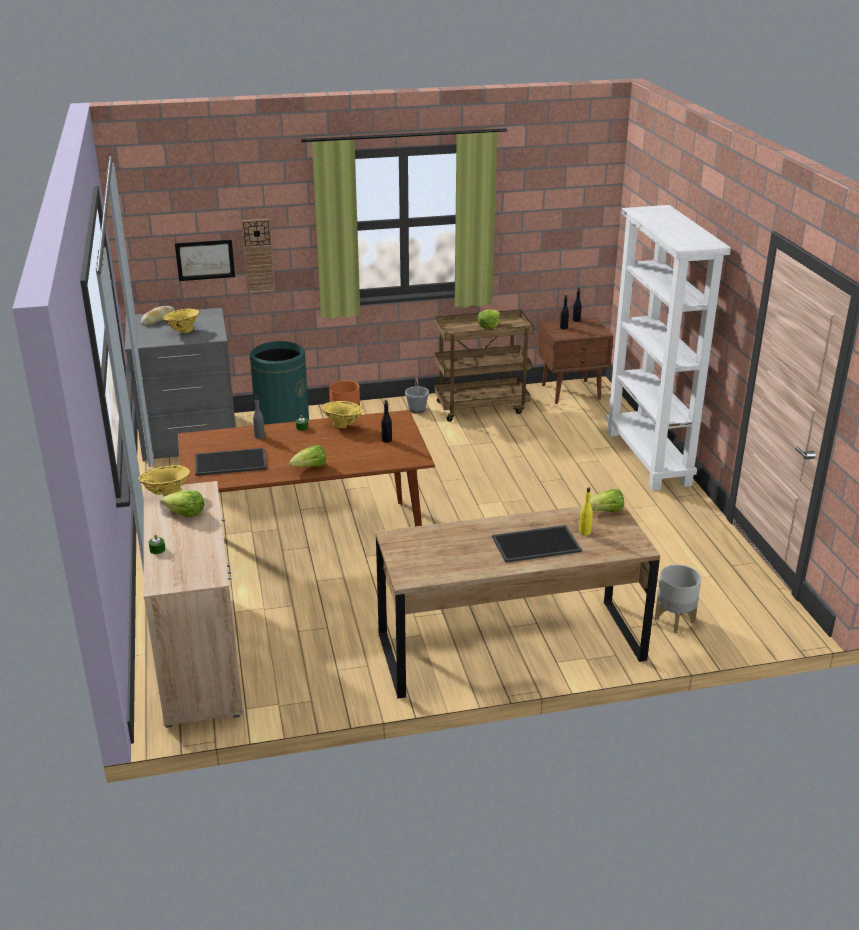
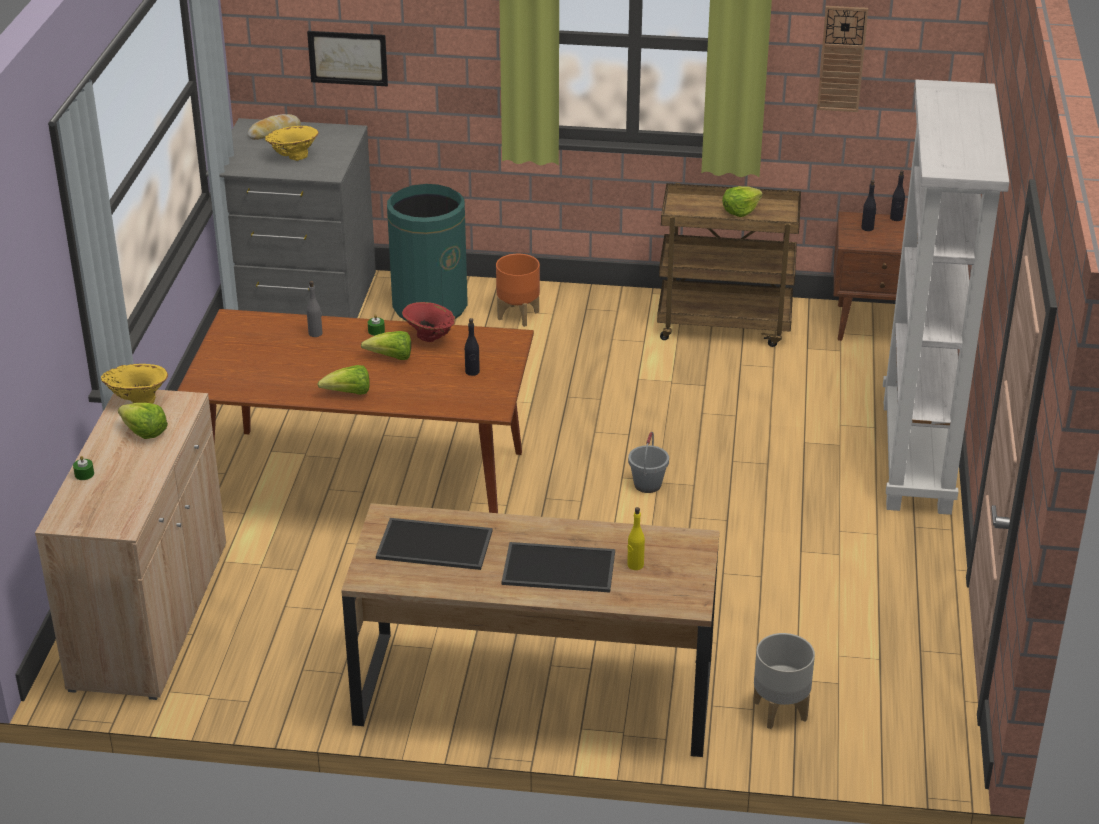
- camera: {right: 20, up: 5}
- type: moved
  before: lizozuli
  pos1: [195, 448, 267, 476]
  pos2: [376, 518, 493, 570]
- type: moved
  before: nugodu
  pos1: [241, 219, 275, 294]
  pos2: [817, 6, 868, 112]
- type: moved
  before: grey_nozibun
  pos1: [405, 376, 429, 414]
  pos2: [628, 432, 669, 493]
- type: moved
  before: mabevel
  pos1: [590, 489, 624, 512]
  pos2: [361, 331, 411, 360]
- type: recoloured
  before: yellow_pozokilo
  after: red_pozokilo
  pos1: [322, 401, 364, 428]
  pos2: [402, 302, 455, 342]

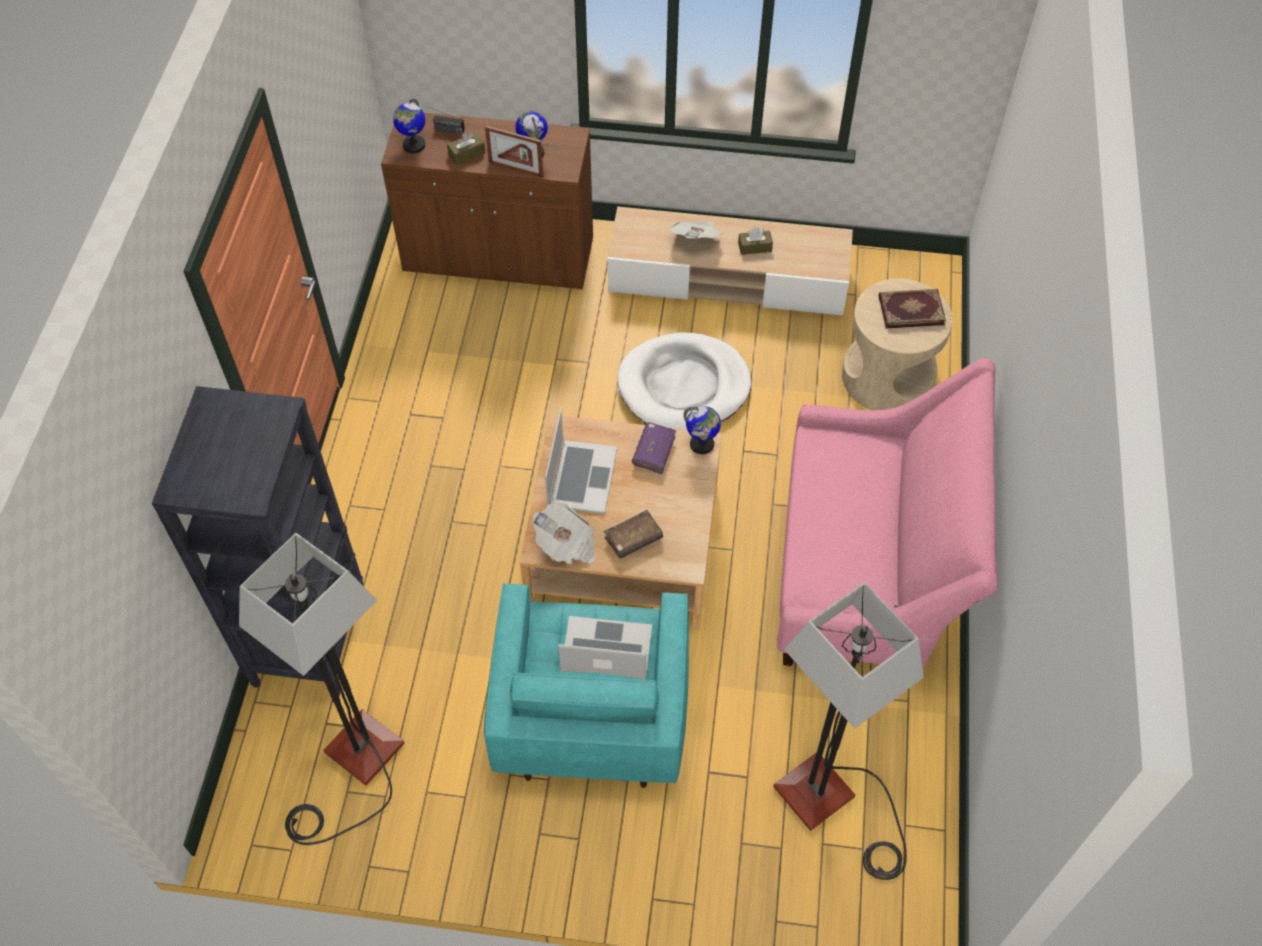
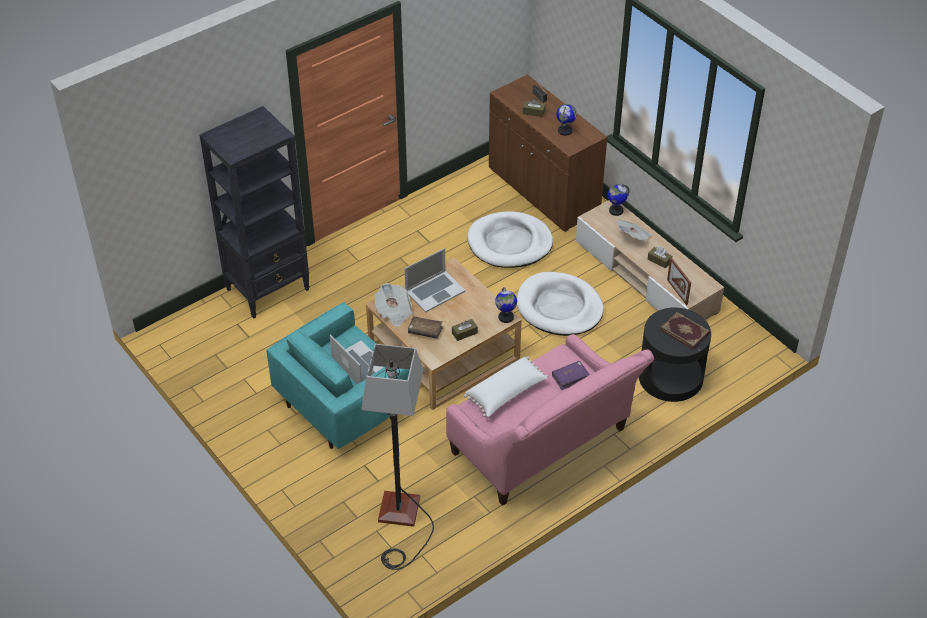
- camera: {right: 45, up: -10}
- type: removed
  before: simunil
  pos1: [239, 533, 405, 845]
- type: added
  after: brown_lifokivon
  pos2: [452, 319, 478, 341]
- type: added
  after: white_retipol
  pos2: [464, 356, 548, 417]
- type: added
  after: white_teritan
  pos2: [467, 211, 553, 268]
- type: moved
  before: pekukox
  pos1: [393, 99, 425, 153]
  pos2: [608, 184, 630, 216]
- type: moved
  before: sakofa
  pos1: [485, 126, 544, 178]
  pos2: [667, 257, 691, 305]
- type: moved
  before: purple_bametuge
  pos1: [632, 422, 676, 474]
  pos2: [552, 361, 590, 390]
- type: recoloured
  before: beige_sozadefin
  after: black_sozadefin
  pos1: [842, 278, 953, 410]
  pos2: [639, 307, 711, 402]

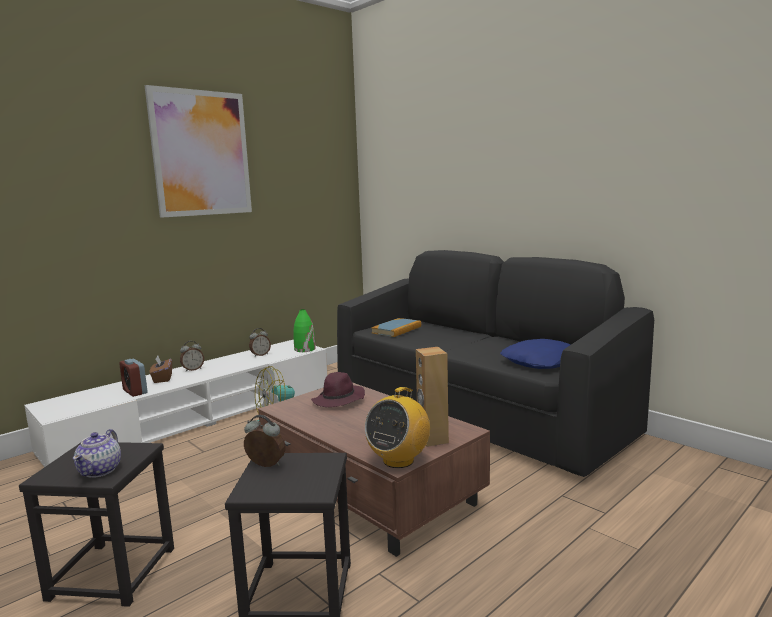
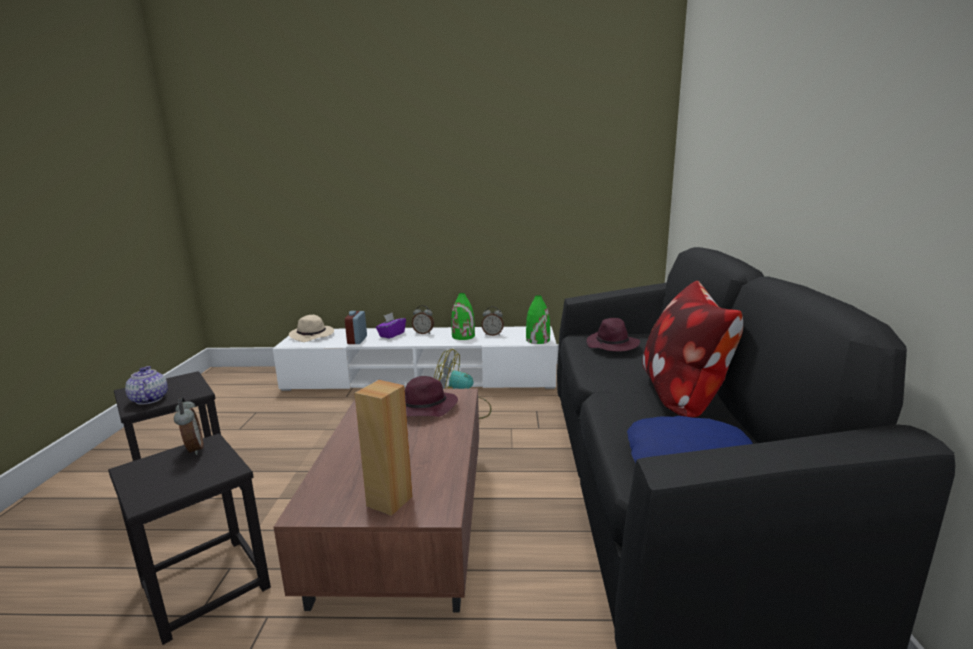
- camera: {right: 45, up: 5}
- type: removed
  before: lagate
  pos1: [145, 85, 252, 218]
- type: removed
  before: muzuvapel
  pos1: [365, 387, 430, 468]
- type: added
  after: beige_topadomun
  pos2: [289, 315, 334, 342]
- type: added
  after: green_pozokilo
  pos2: [451, 293, 475, 340]
- type: added
  after: retipol
  pos2: [642, 280, 743, 417]
- type: replaced
  before: bametuge
  after: purple_topadomun
  pos1: [371, 318, 421, 337]
  pos2: [586, 318, 640, 352]
- type: recoloured
  before: brown_lifokivon
  after: purple_lifokivon
  pos1: [150, 356, 172, 383]
  pos2: [376, 313, 406, 339]
- type: turned
  before: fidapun
  pos1: [73, 429, 121, 478]
  pos2: [125, 366, 168, 405]
  turn: 105

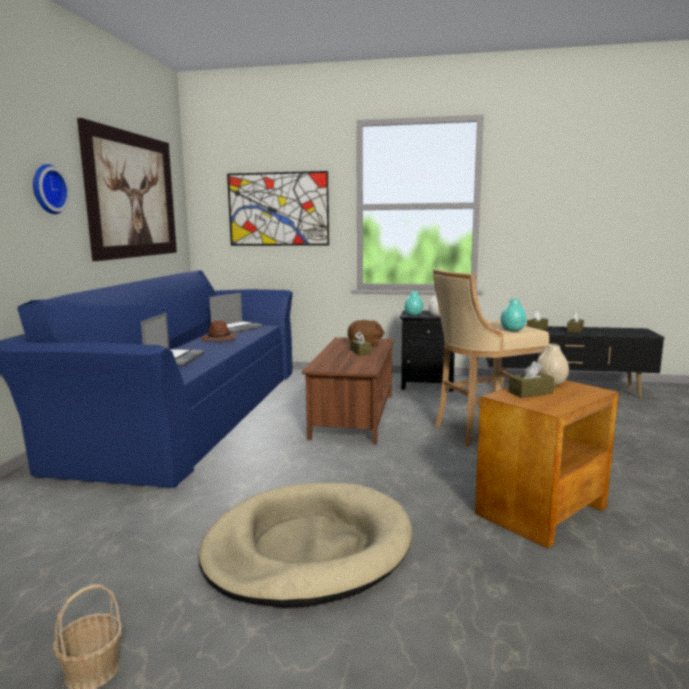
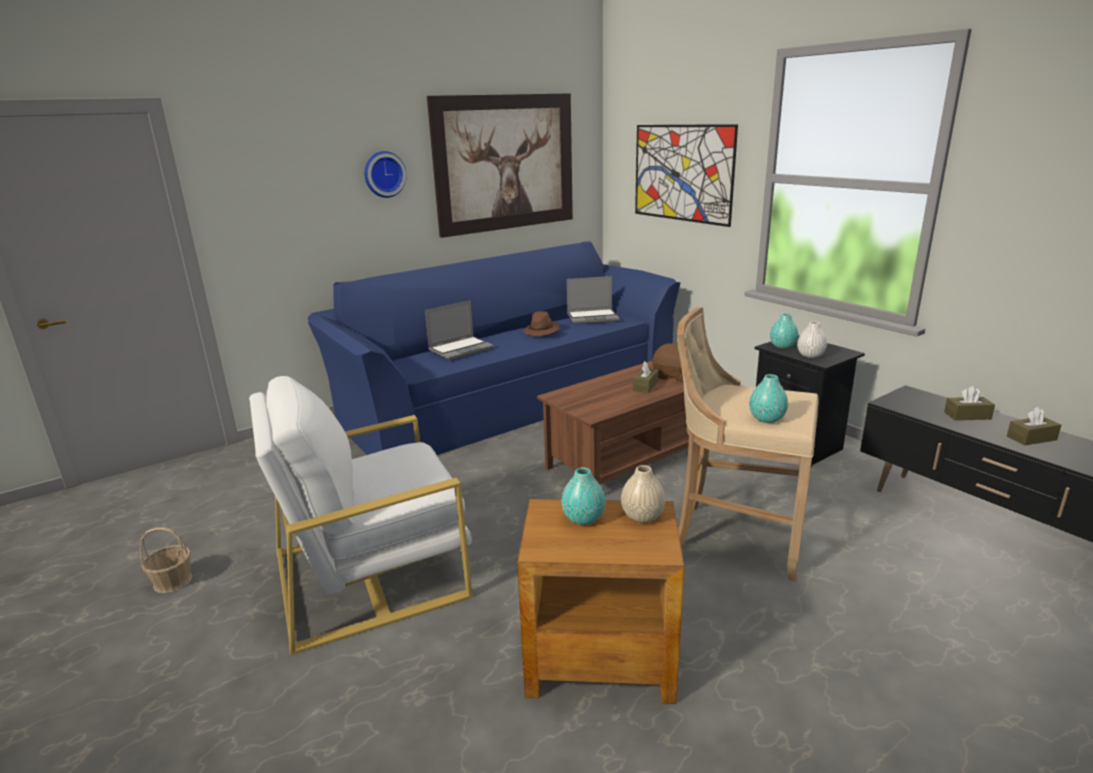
- camera: {right: 45, up: 10}
- type: replaced
  before: beige_teritan
  after: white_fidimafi
  pos1: [198, 482, 412, 608]
  pos2: [249, 376, 473, 655]
- type: replaced
  before: brown_lifokivon
  after: turquoise_pozokilo
  pos1: [509, 361, 554, 398]
  pos2: [561, 467, 605, 525]

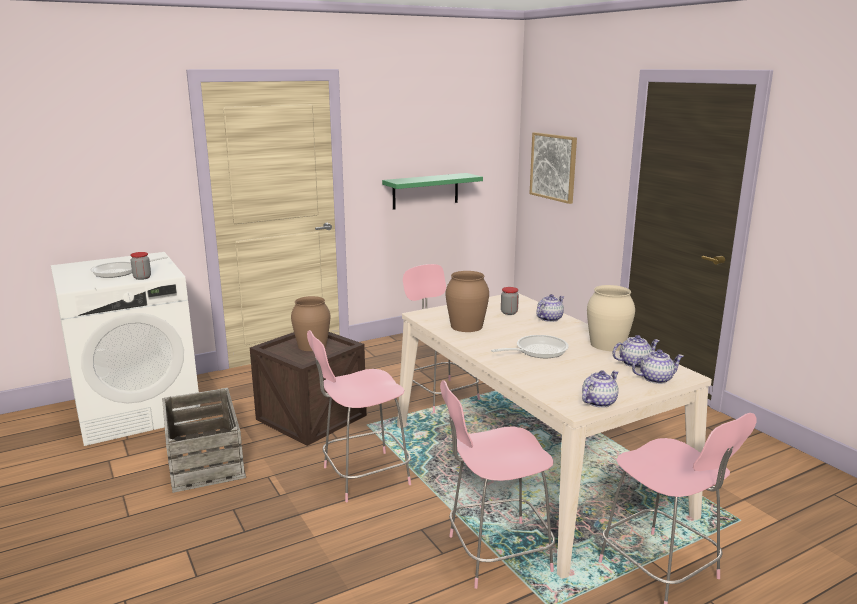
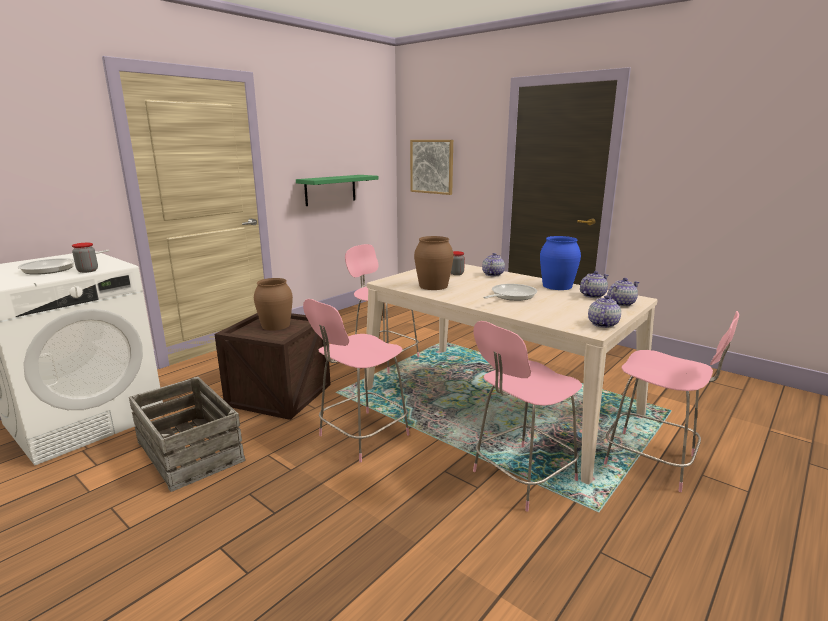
- camera: {right: -20, up: 0}
- type: recoloured
  before: beige_pozokilo
  after: blue_pozokilo
  pos1: [587, 285, 635, 351]
  pos2: [540, 236, 581, 290]

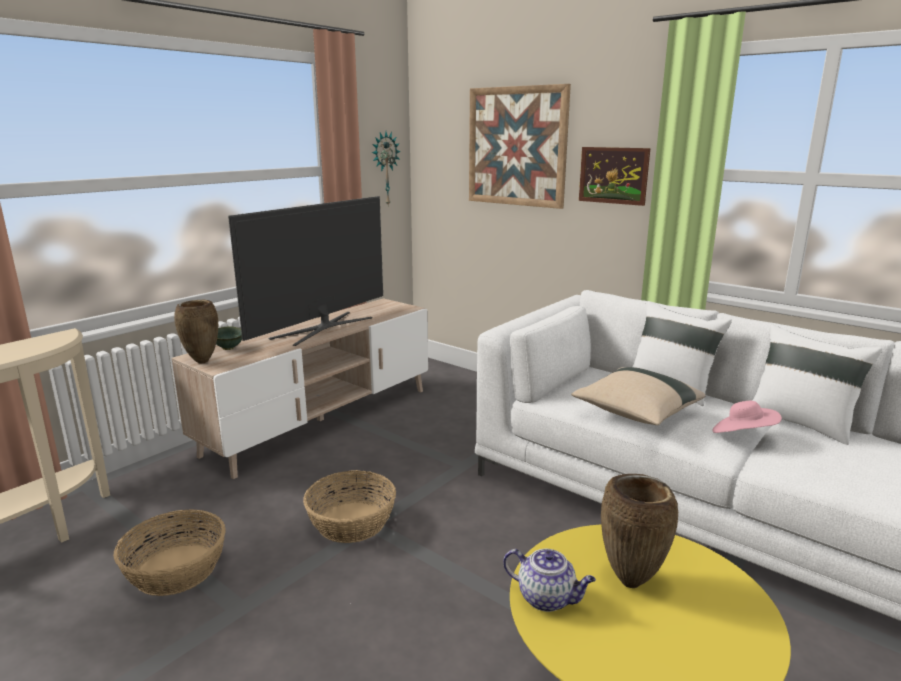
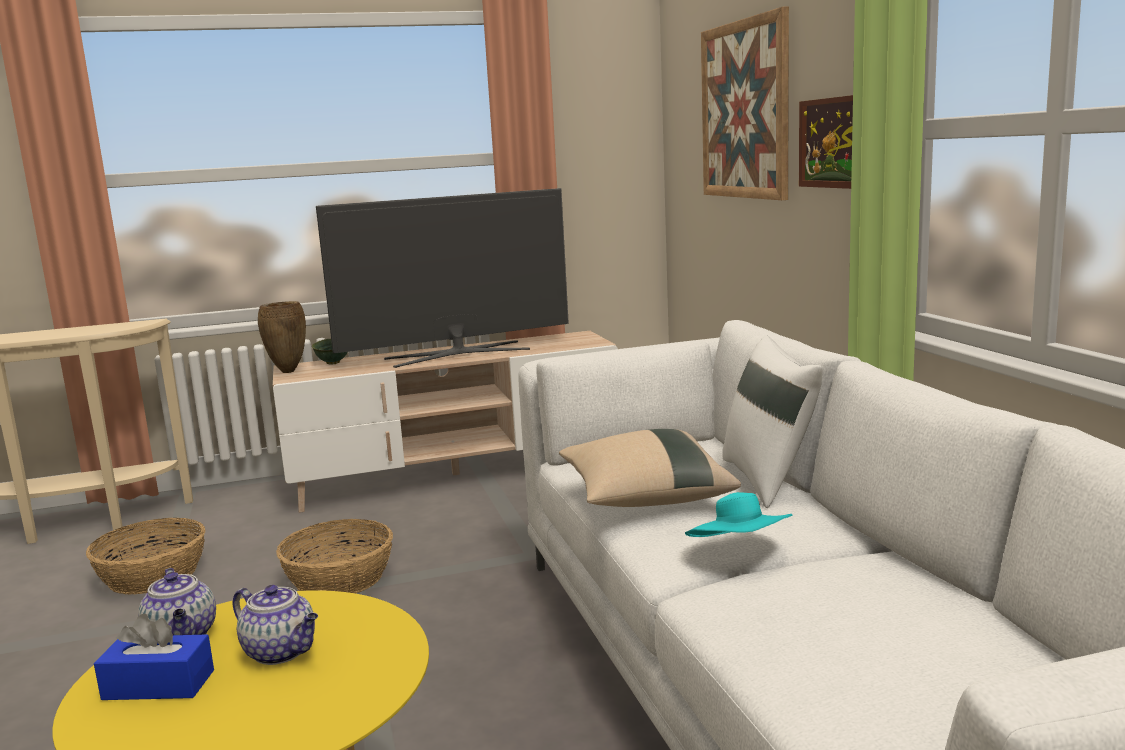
- camera: {right: 35, up: -5}
- type: removed
  before: nugodu
  pos1: [372, 132, 401, 205]
- type: removed
  before: white_retipol
  pos1: [752, 324, 882, 445]
- type: added
  after: blue_lifokivon
  pos2: [94, 614, 214, 700]
- type: replaced
  before: brown_pozokilo
  after: fidapun
  pos1: [601, 474, 678, 588]
  pos2: [232, 585, 318, 665]
- type: recoloured
  before: pink_topadomun
  after: turquoise_topadomun
  pos1: [713, 401, 782, 433]
  pos2: [685, 492, 792, 537]

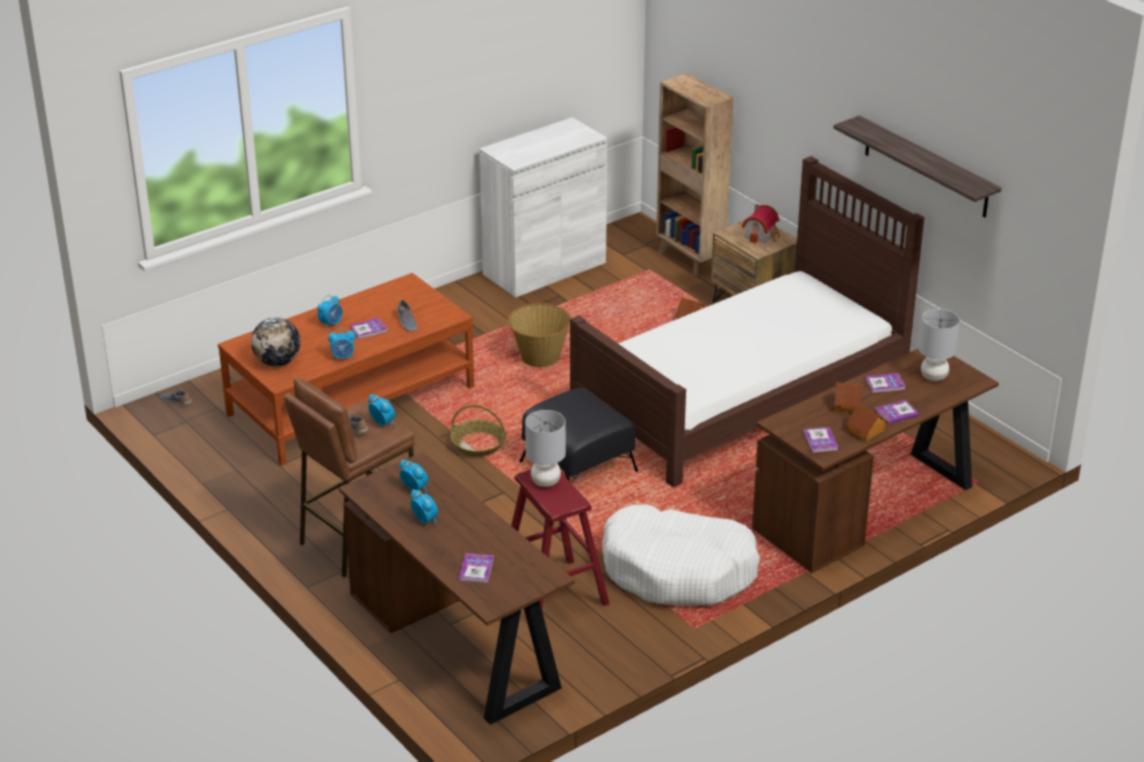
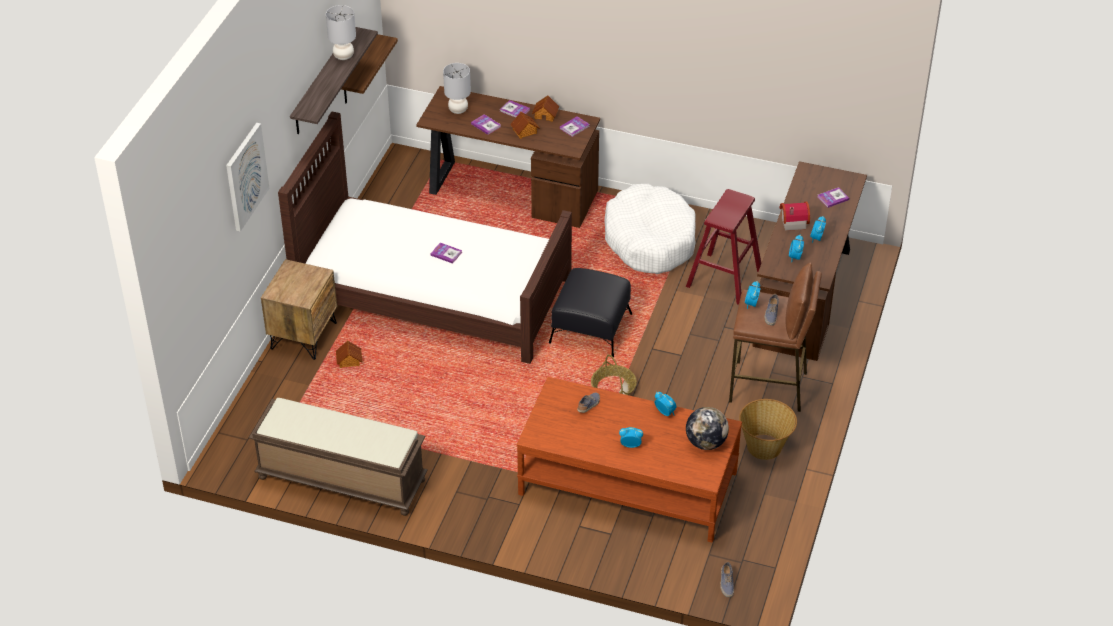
- camera: {right: -125, up: 10}
- type: removed
  before: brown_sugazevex
  pos1: [656, 73, 734, 277]
- type: added
  after: lagate
  pos2: [226, 123, 269, 231]
- type: added
  after: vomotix
  pos2: [341, 34, 398, 103]
- type: moved
  before: bametuge
  pos1: [350, 318, 388, 339]
  pos2: [431, 242, 462, 264]
- type: moved
  before: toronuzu
  pos1: [507, 303, 571, 367]
  pos2: [739, 399, 797, 460]
- type: moved
  before: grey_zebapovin
  pos1: [525, 410, 566, 487]
  pos2: [326, 5, 356, 60]
- type: moved
  before: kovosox
  pos1: [742, 204, 780, 243]
  pos2: [779, 201, 810, 231]
- type: replaced
  before: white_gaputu
  after: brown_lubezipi
  pos1: [479, 117, 607, 298]
  pos2: [249, 398, 428, 516]

